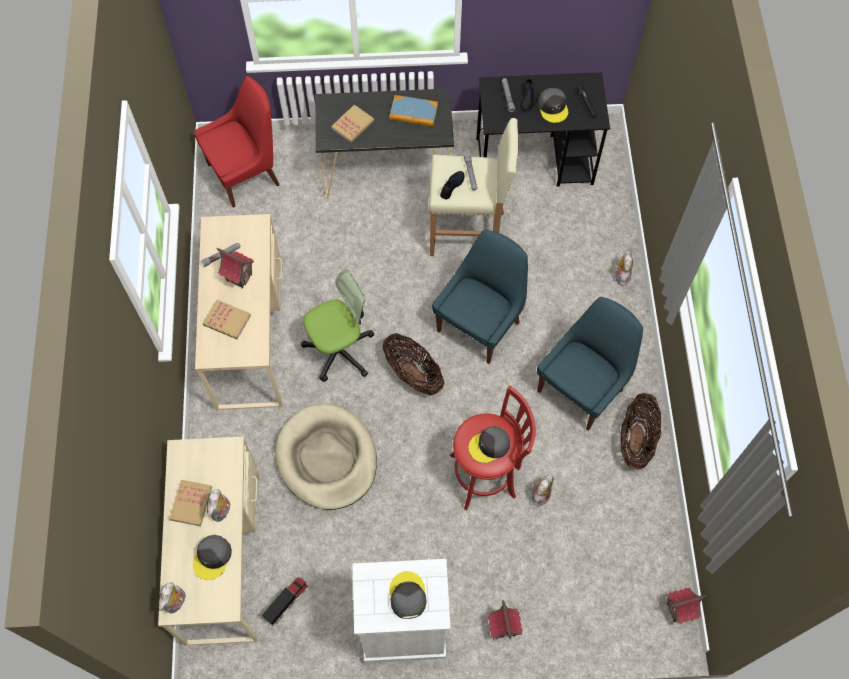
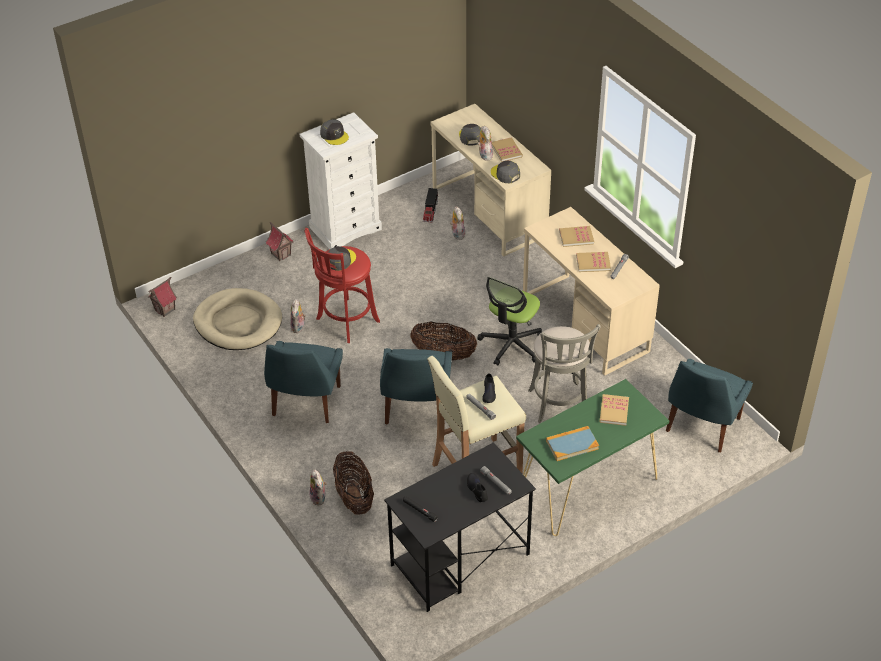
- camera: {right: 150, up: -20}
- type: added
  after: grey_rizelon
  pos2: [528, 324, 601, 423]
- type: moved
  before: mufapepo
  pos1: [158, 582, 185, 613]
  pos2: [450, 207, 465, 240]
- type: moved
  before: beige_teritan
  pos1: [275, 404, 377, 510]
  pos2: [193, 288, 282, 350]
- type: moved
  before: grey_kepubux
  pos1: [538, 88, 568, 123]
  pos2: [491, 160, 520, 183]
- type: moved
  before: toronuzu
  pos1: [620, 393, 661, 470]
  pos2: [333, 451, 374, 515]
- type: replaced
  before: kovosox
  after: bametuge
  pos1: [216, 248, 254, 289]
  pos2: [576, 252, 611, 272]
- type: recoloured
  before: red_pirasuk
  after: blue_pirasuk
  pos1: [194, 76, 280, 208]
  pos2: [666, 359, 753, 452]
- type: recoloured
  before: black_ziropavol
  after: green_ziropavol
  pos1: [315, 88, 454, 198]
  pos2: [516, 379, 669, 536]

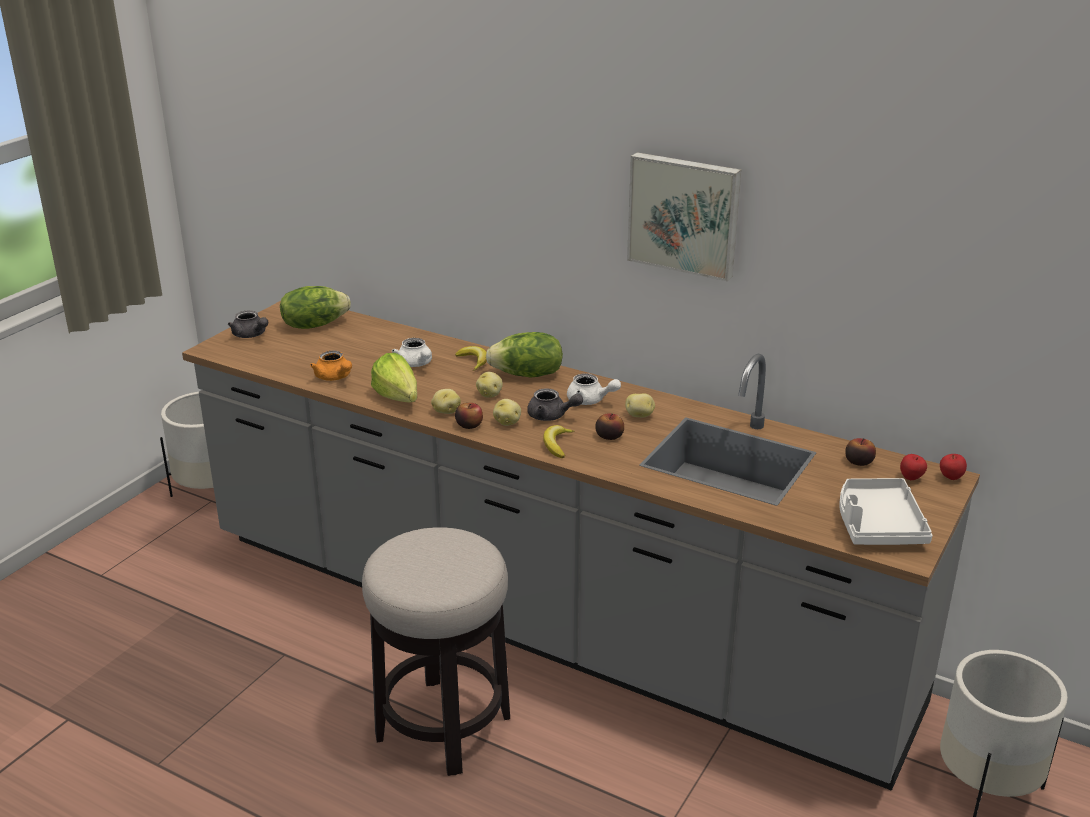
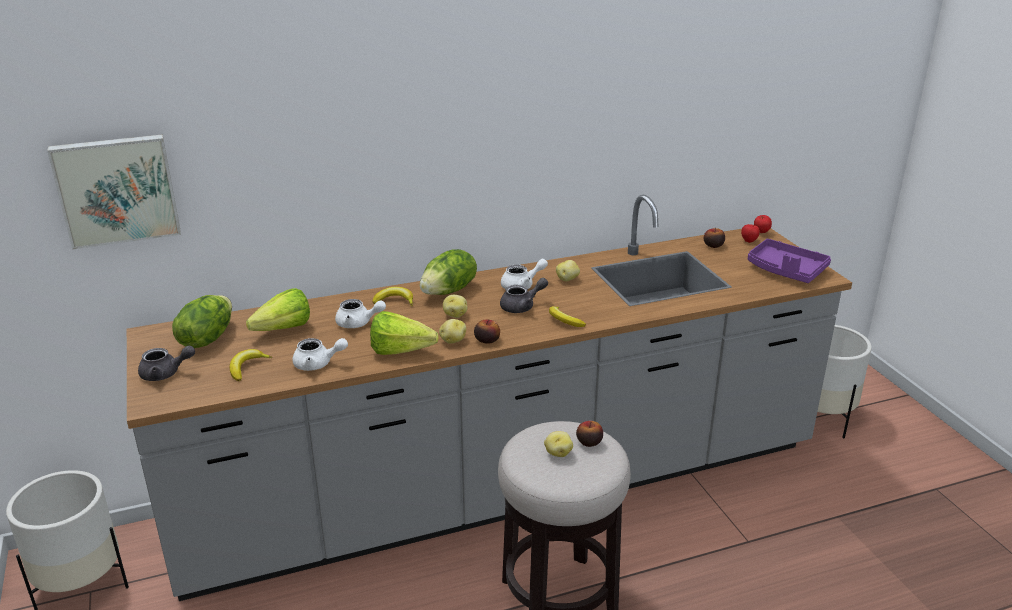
- camera: {right: -50, up: 0}
- type: added
  after: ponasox
  pos2: [230, 349, 272, 381]
- type: added
  after: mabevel
  pos2: [246, 288, 310, 331]
- type: moved
  before: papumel
  pos1: [493, 399, 521, 426]
  pos2: [544, 431, 573, 457]
- type: moved
  before: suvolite
  pos1: [595, 413, 624, 440]
  pos2: [576, 421, 603, 447]
- type: moved
  before: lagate
  pos1: [627, 152, 741, 281]
  pos2: [47, 134, 181, 250]
- type: recoloured
  before: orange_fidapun
  after: white_fidapun
  pos1: [310, 351, 352, 381]
  pos2: [293, 338, 348, 371]
- type: recoloured
  before: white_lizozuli
  after: purple_lizozuli
  pos1: [839, 478, 933, 545]
  pos2: [748, 239, 831, 283]

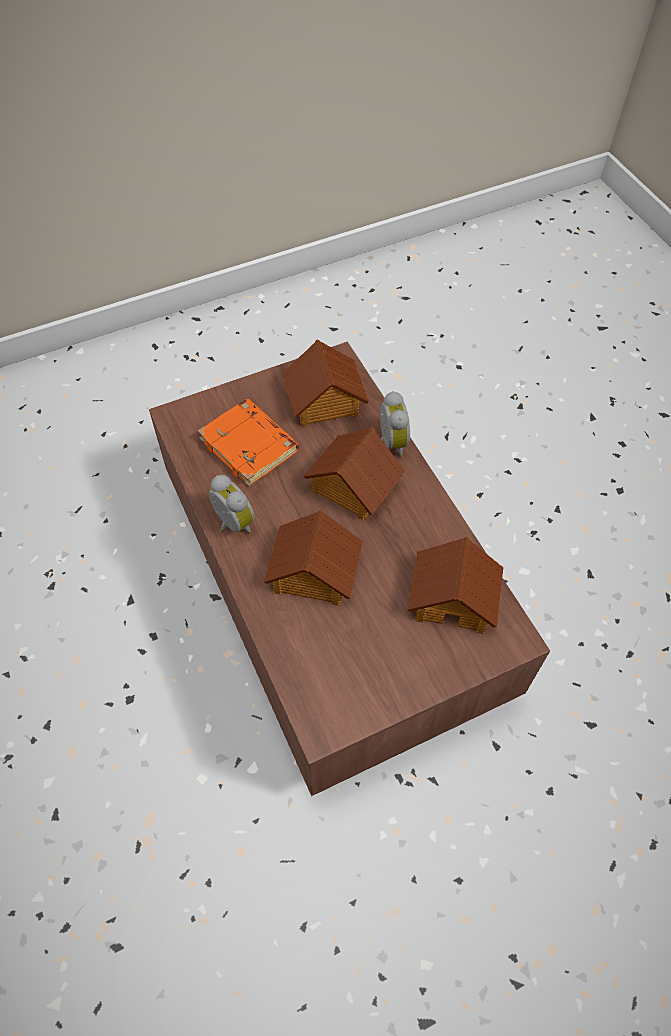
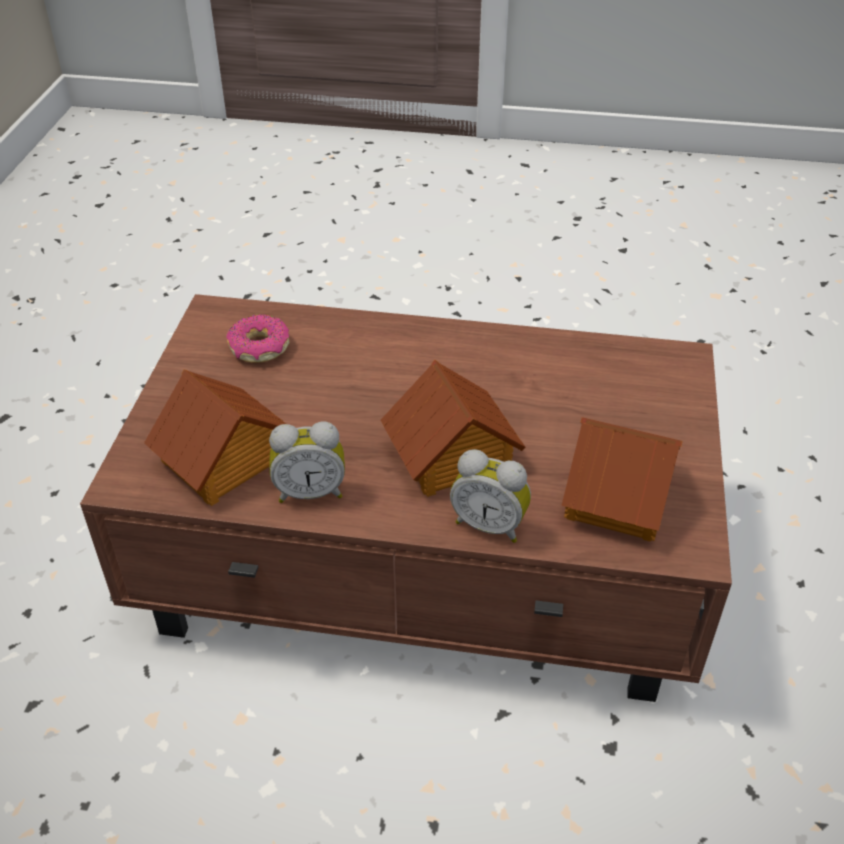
- camera: {right: 125, up: -15}
- type: removed
  before: orange_bametuge
  pos1: [198, 399, 299, 487]
- type: removed
  before: kovosox
  pos1: [264, 510, 363, 606]
- type: added
  after: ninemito
  pos2: [226, 315, 289, 363]
- type: moved
  before: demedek
  pos1: [209, 475, 255, 534]
  pos2: [269, 421, 345, 503]

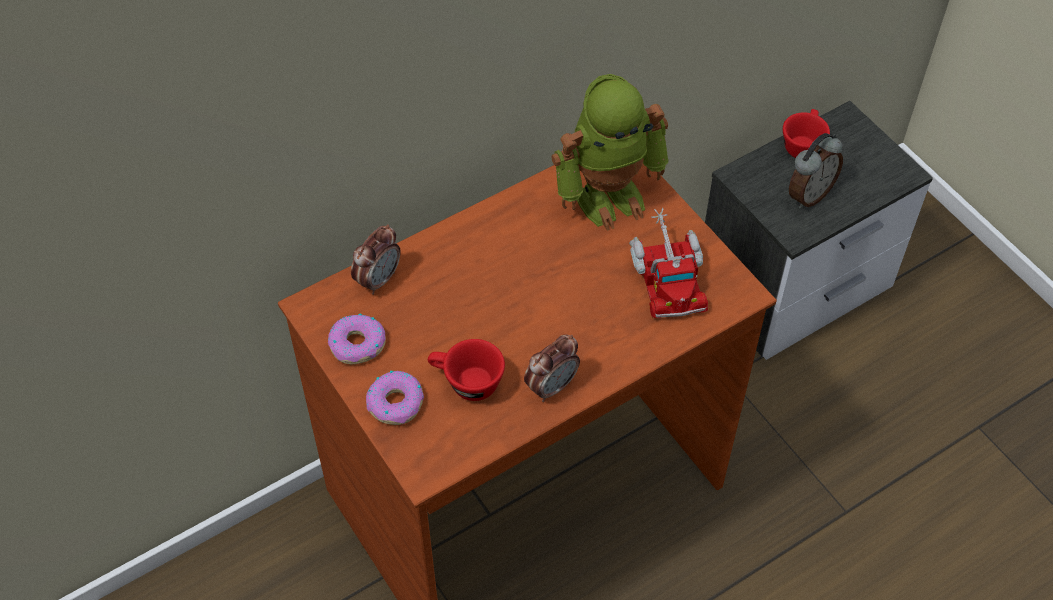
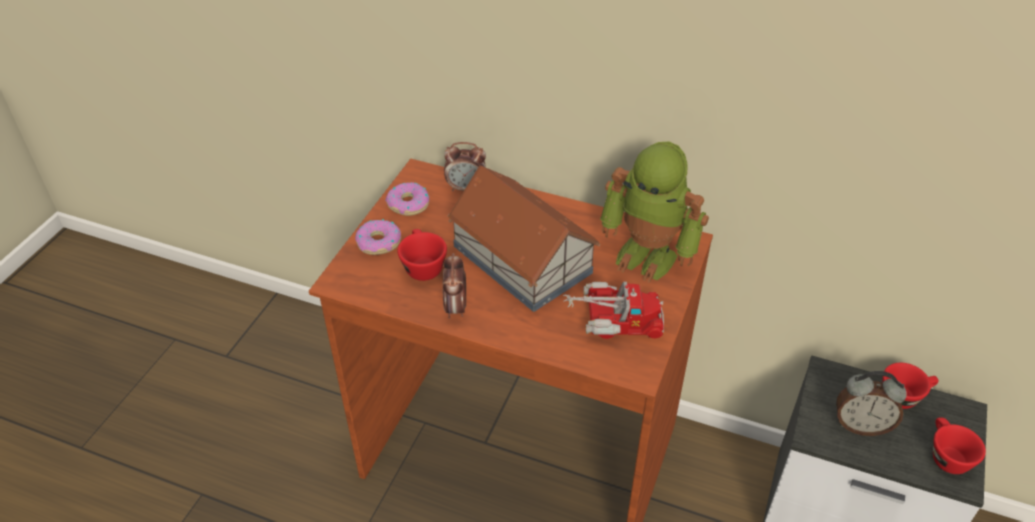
- camera: {right: 55, up: -10}
- type: added
  after: kovosox
  pos2: [447, 166, 601, 312]
- type: added
  after: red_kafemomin
  pos2: [933, 418, 986, 474]
- type: turned
  before: demedek
  pos1: [524, 335, 580, 402]
  pos2: [443, 253, 466, 319]
  turn: 75
- type: turned
  before: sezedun
  pos1: [629, 208, 708, 318]
  pos2: [563, 282, 664, 339]
  turn: -135

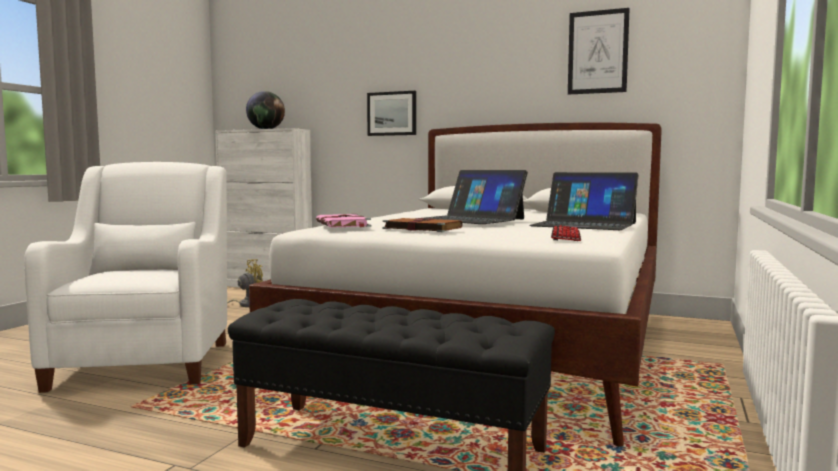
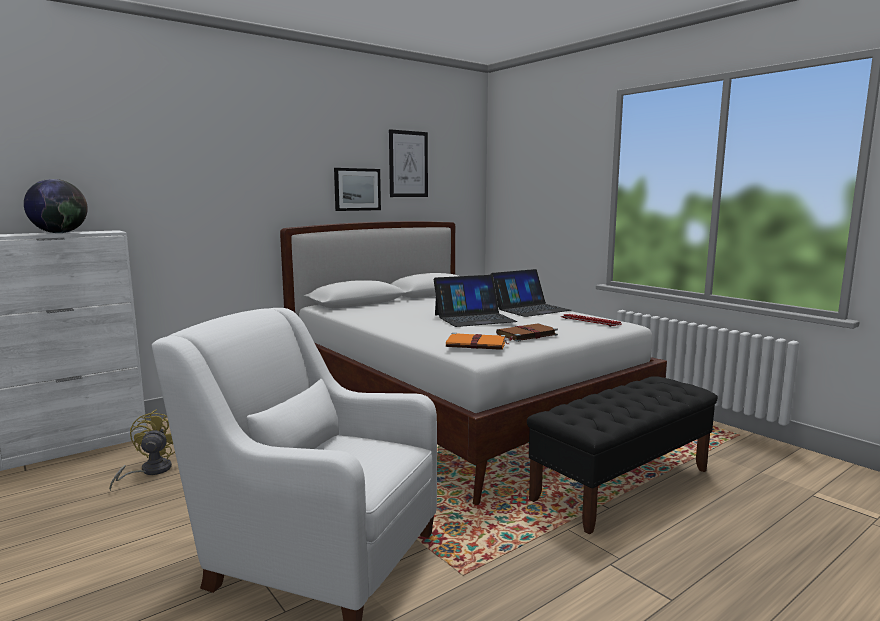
- camera: {right: -60, up: 5}
- type: moved
  before: lagate
  pos1: [367, 91, 416, 136]
  pos2: [334, 168, 381, 211]
- type: recoloured
  before: pink_bametuge
  after: orange_bametuge
  pos1: [316, 214, 372, 227]
  pos2: [446, 333, 510, 350]

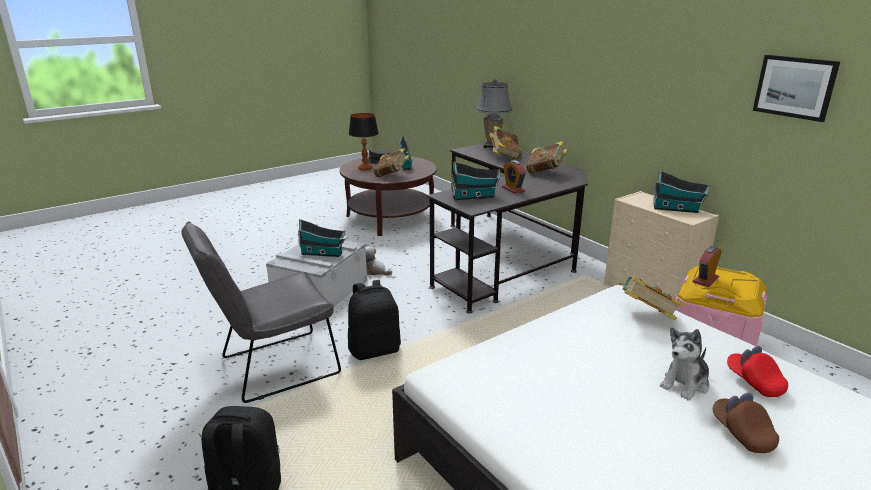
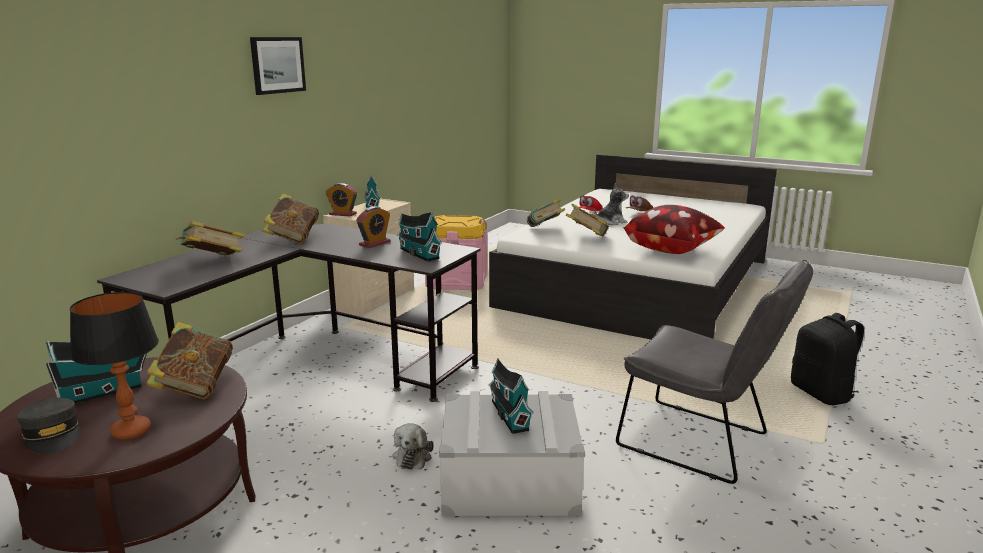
- camera: {right: -115, up: -5}
- type: removed
  before: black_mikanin
  pos1: [348, 280, 401, 360]
- type: removed
  before: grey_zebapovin
  pos1: [475, 79, 513, 148]
- type: added
  after: bametuge
  pos2: [566, 204, 609, 236]
- type: added
  after: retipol
  pos2: [623, 205, 725, 254]
- type: moved
  before: demedek
  pos1: [693, 246, 722, 287]
  pos2: [326, 183, 357, 217]
- type: moved
  before: lagate
  pos1: [753, 55, 840, 122]
  pos2: [250, 37, 306, 95]
- type: turned
  before: mufapepo
  pos1: [660, 327, 709, 401]
  pos2: [594, 183, 629, 225]
  turn: -45

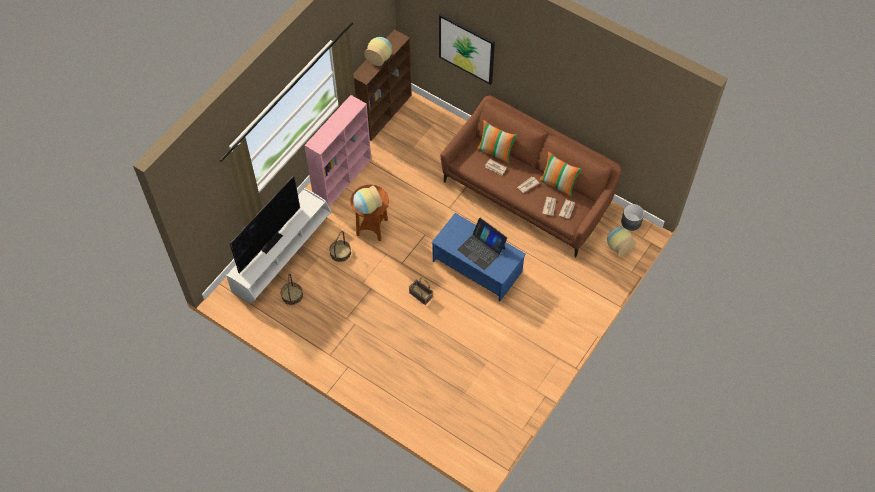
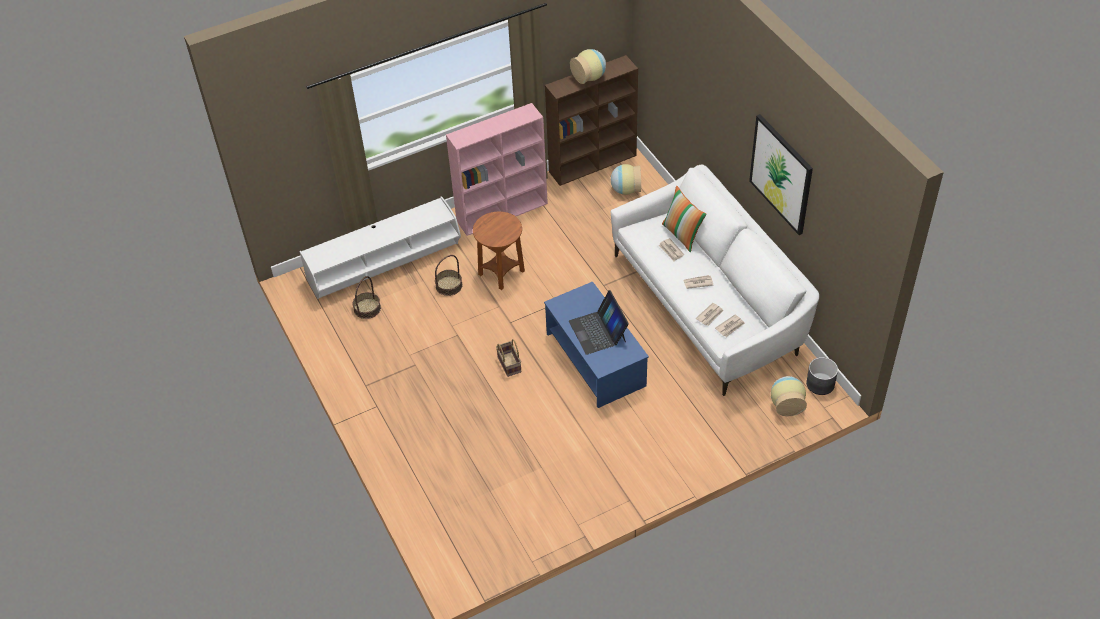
- camera: {right: 30, up: -10}
- type: removed
  before: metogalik
  pos1: [230, 176, 300, 274]
- type: removed
  before: retipol
  pos1: [539, 152, 582, 197]
- type: moved
  before: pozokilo
  pos1: [353, 185, 382, 214]
  pos2: [611, 164, 641, 195]
- type: moved
  before: lagate
  pos1: [439, 14, 495, 85]
  pos2: [749, 114, 813, 235]
- type: recoloured
  before: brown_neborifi
  after: white_neborifi
  pos1: [440, 95, 622, 257]
  pos2: [611, 165, 819, 396]

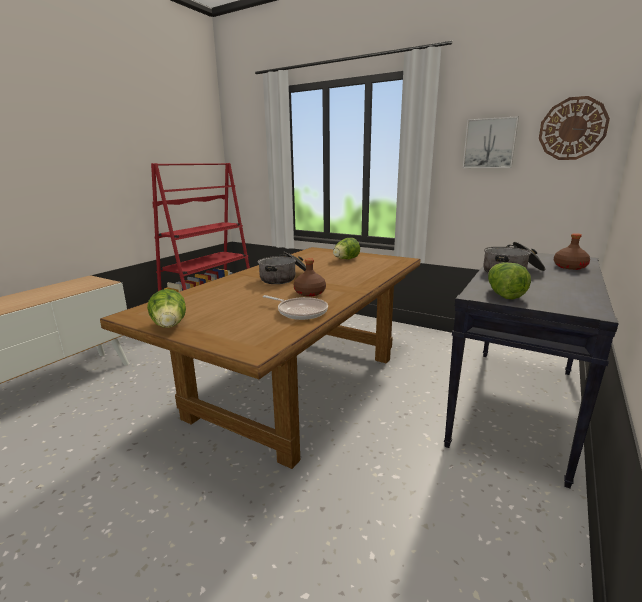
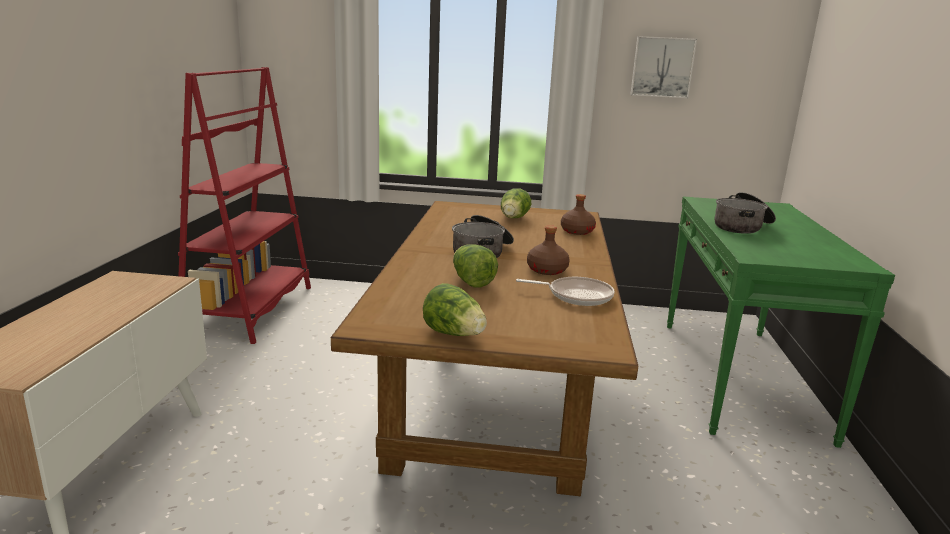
- camera: {right: -25, up: 0}
- type: removed
  before: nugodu
  pos1: [539, 96, 610, 160]
- type: moved
  before: mabevel
  pos1: [488, 262, 531, 299]
  pos2: [453, 244, 498, 288]
- type: moved
  before: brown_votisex
  pos1: [554, 233, 590, 270]
  pos2: [561, 194, 596, 235]
- type: recoloured
  before: black_ziropavol
  after: green_ziropavol
  pos1: [444, 253, 619, 488]
  pos2: [667, 196, 895, 448]

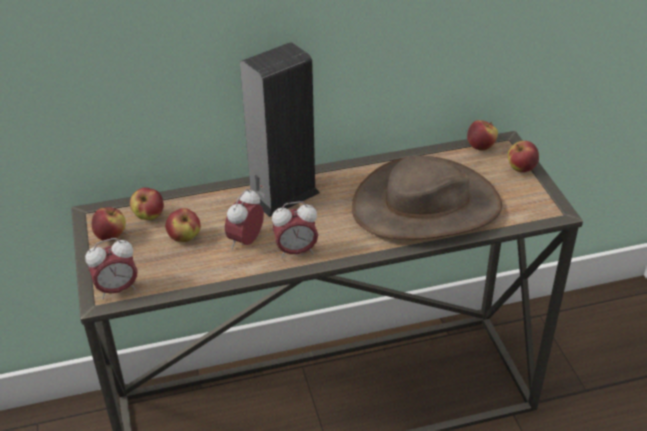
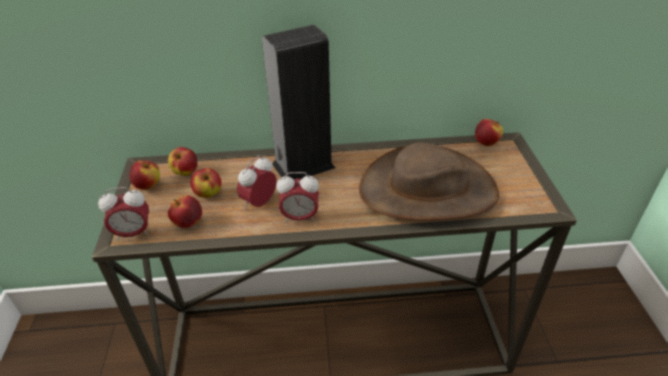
- camera: {right: 10, up: 0}
- type: moved
  before: suvolite
  pos1: [508, 141, 539, 172]
  pos2: [168, 195, 202, 228]

